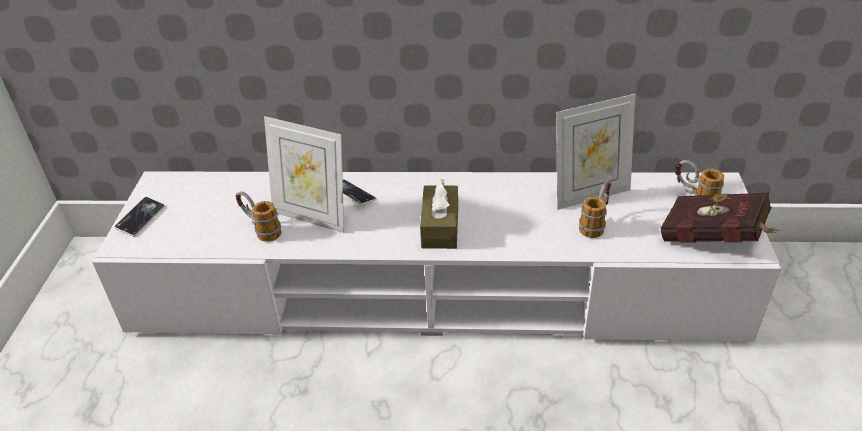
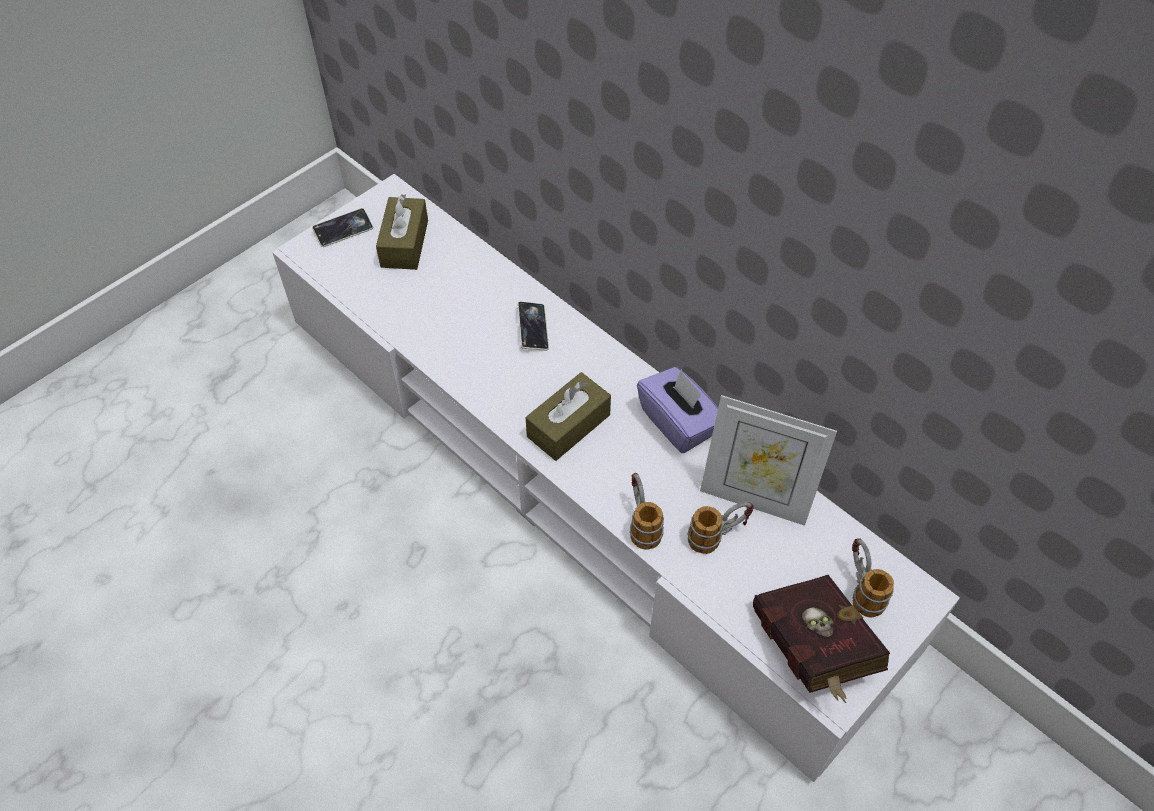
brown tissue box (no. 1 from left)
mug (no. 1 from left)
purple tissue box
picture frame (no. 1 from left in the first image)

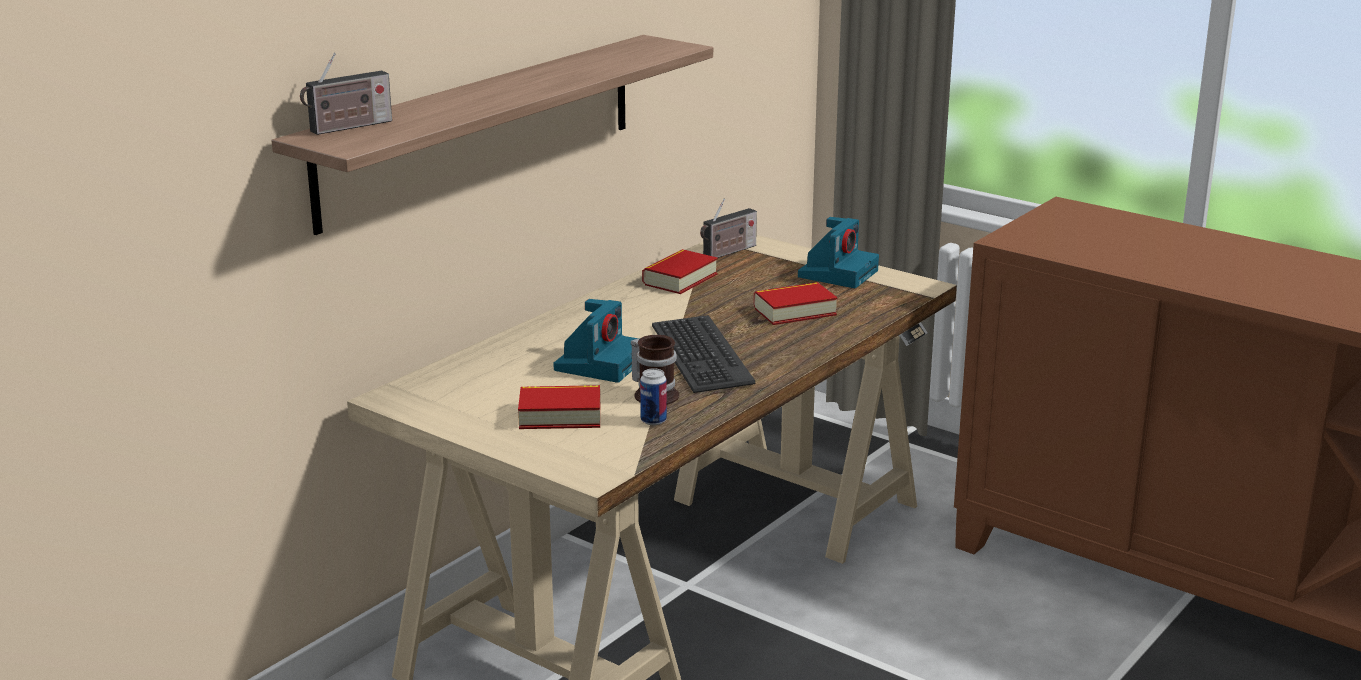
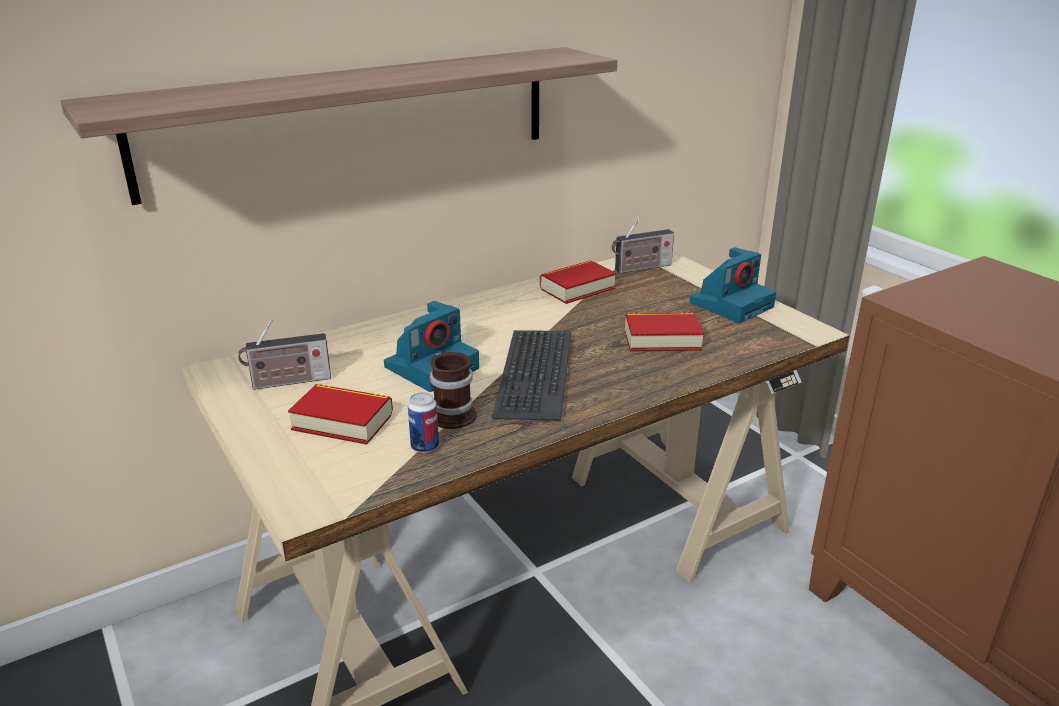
radio (no. 1 from left)

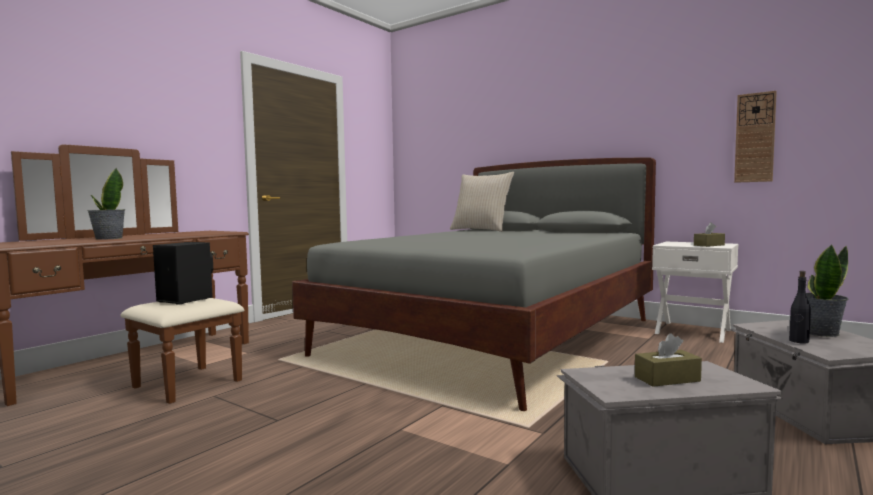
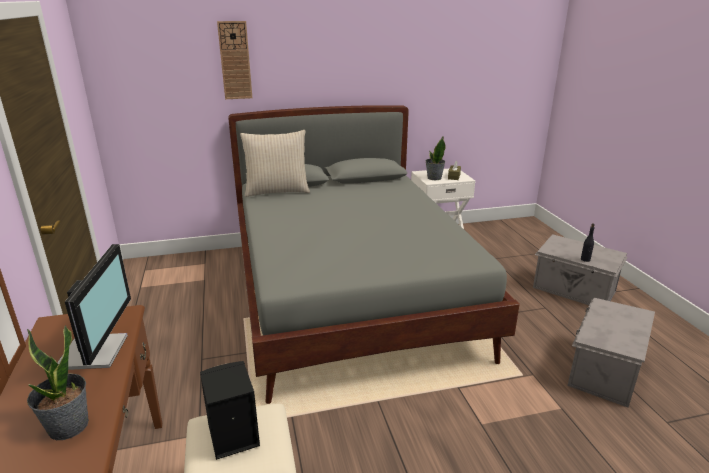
monitor
wall clock
potted plant (no. 2 from left)
brown tissue box (no. 1 from left in the first image)

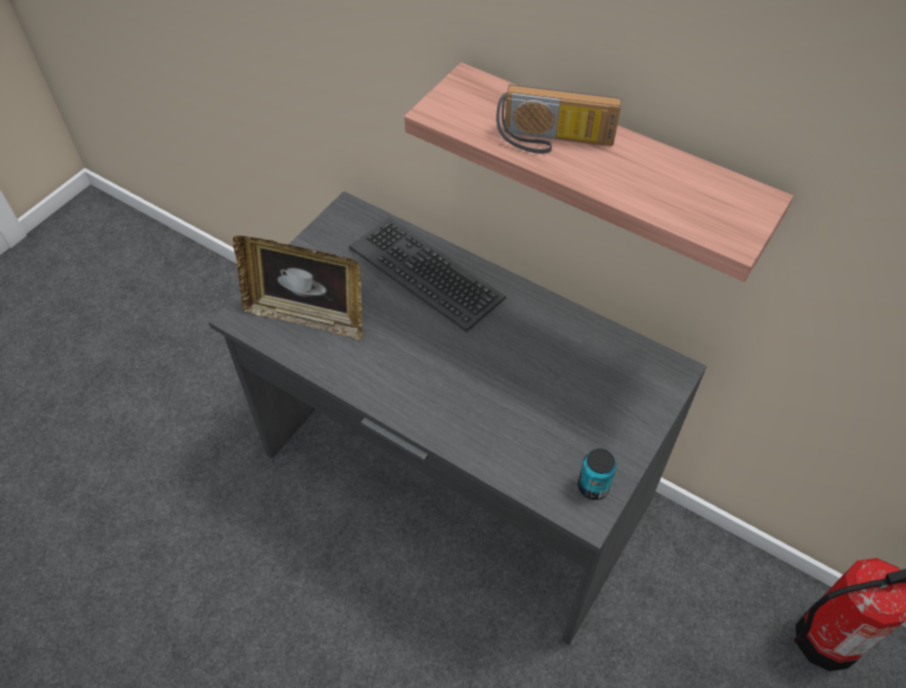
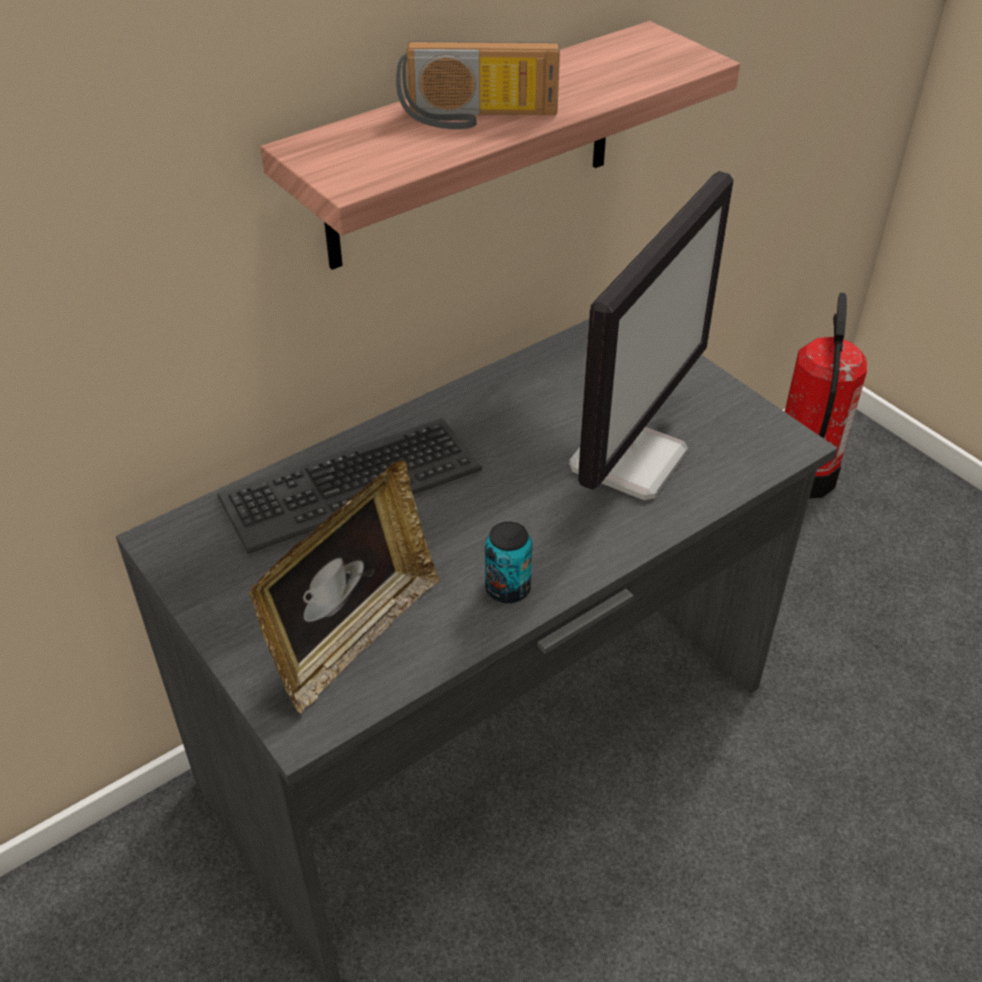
radio
can
monitor

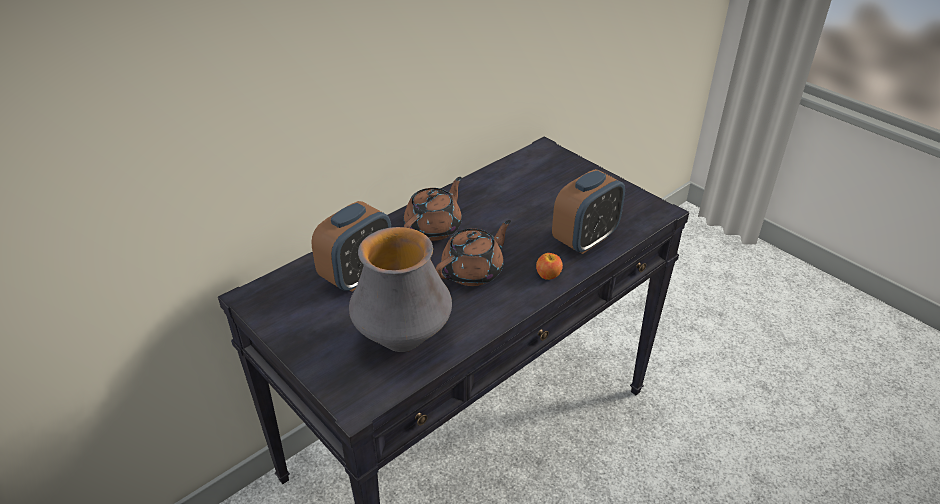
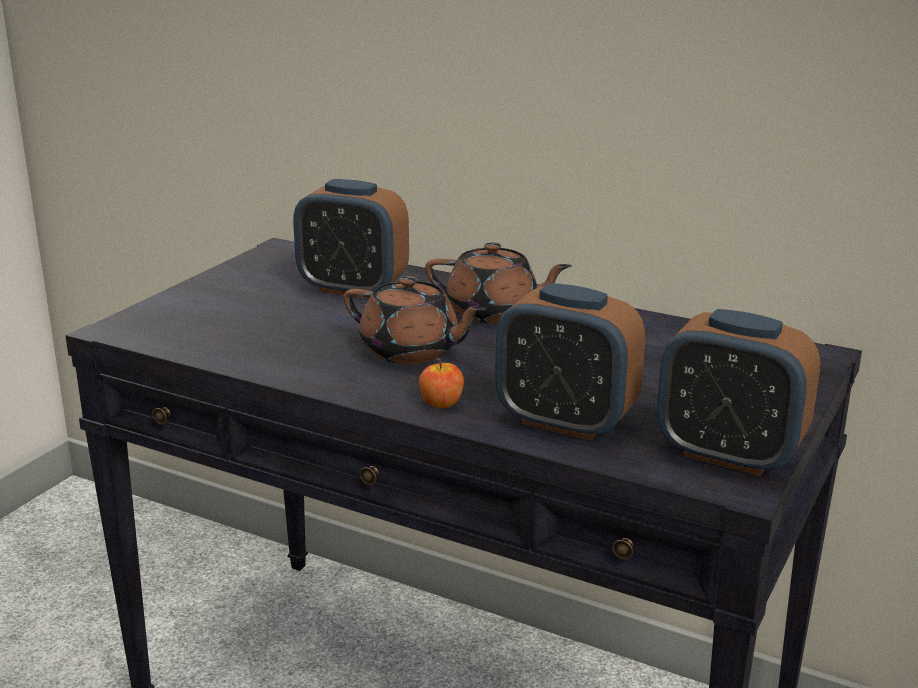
alarm clock (no. 3 from left)
vase

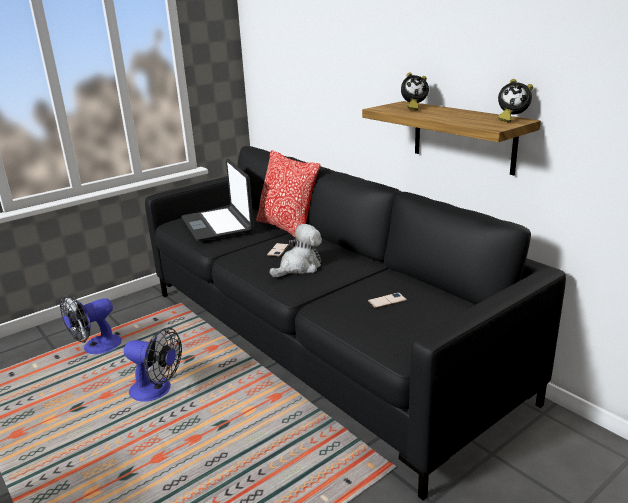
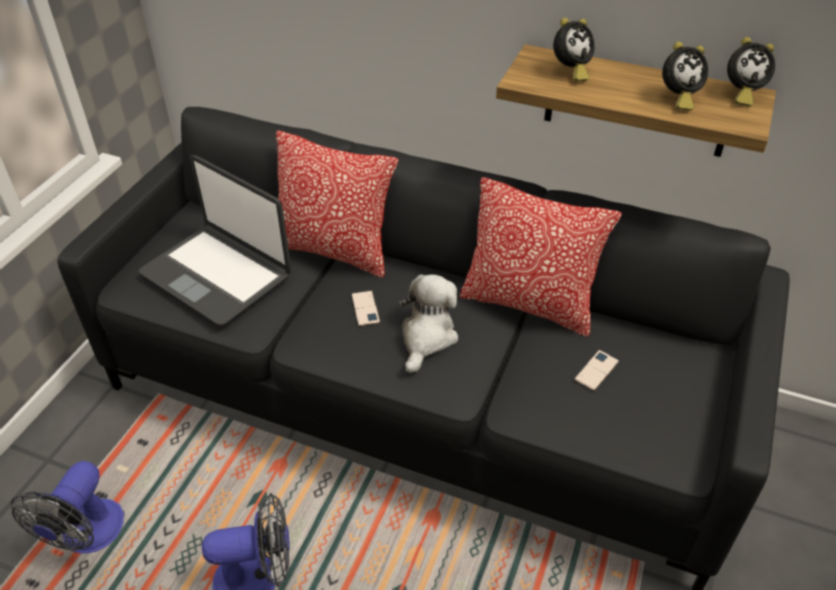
pillow (no. 2 from left)
alarm clock (no. 2 from left)

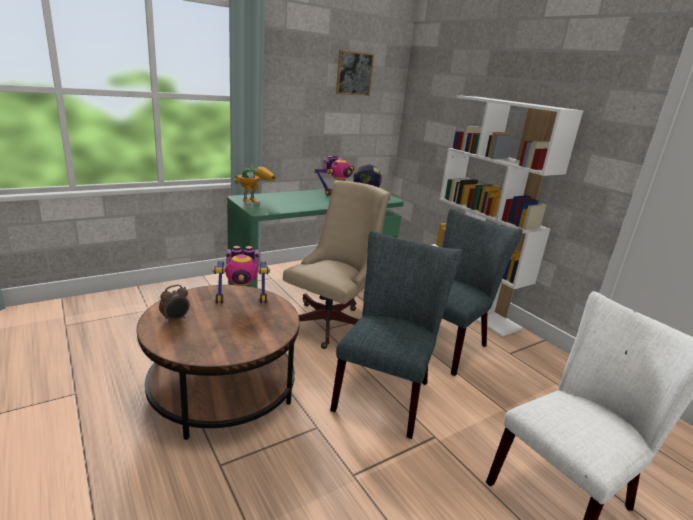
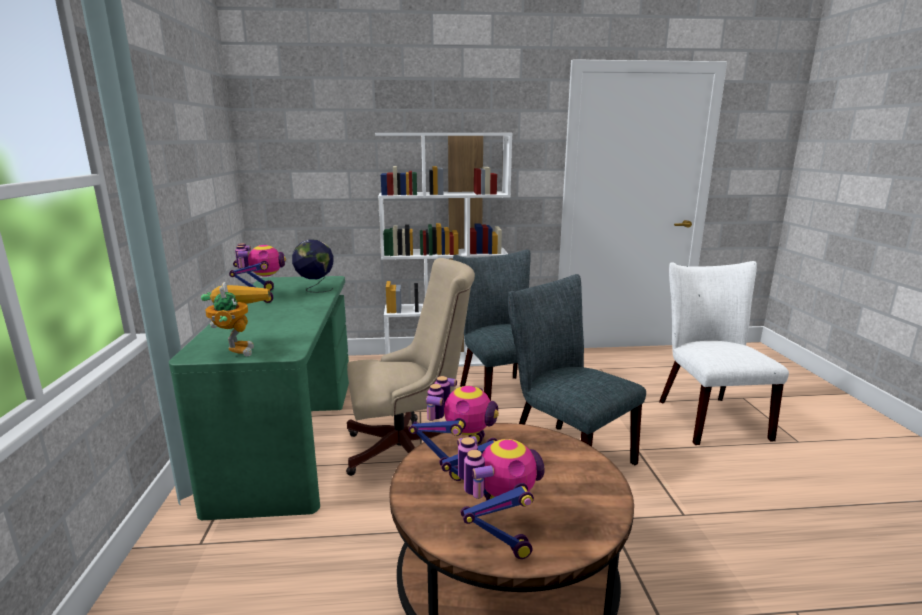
beige office chair
toy robot (no. 4 from left)
picture

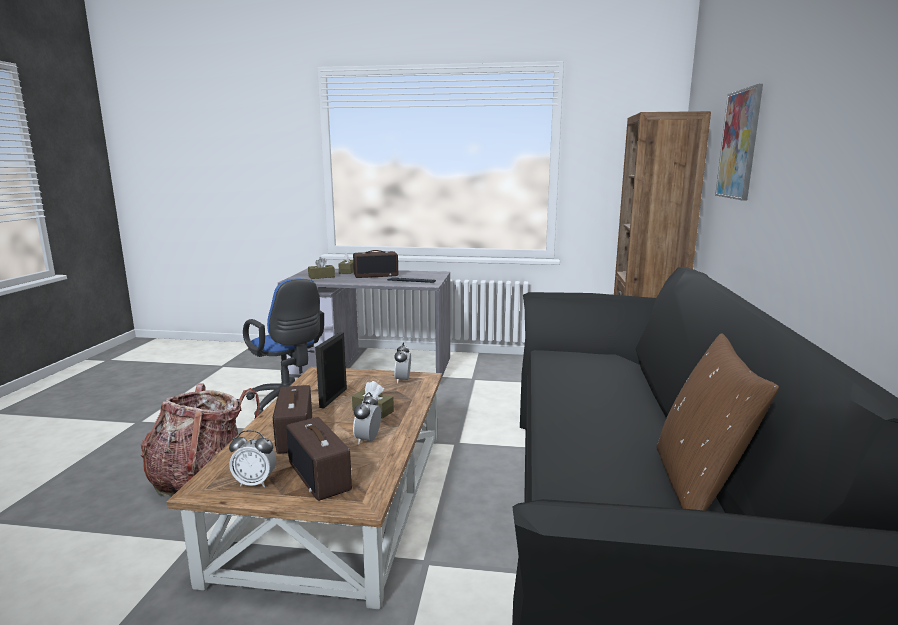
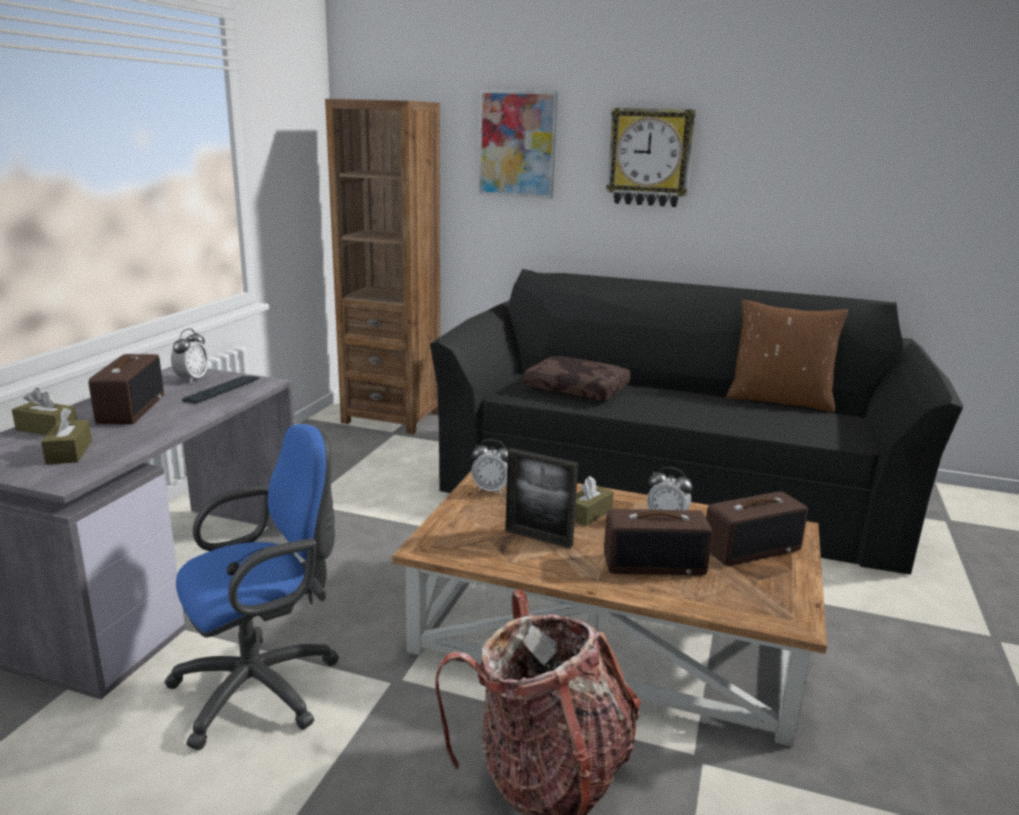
alarm clock (no. 1 from left)
brown pillow (no. 1 from left)
wall clock

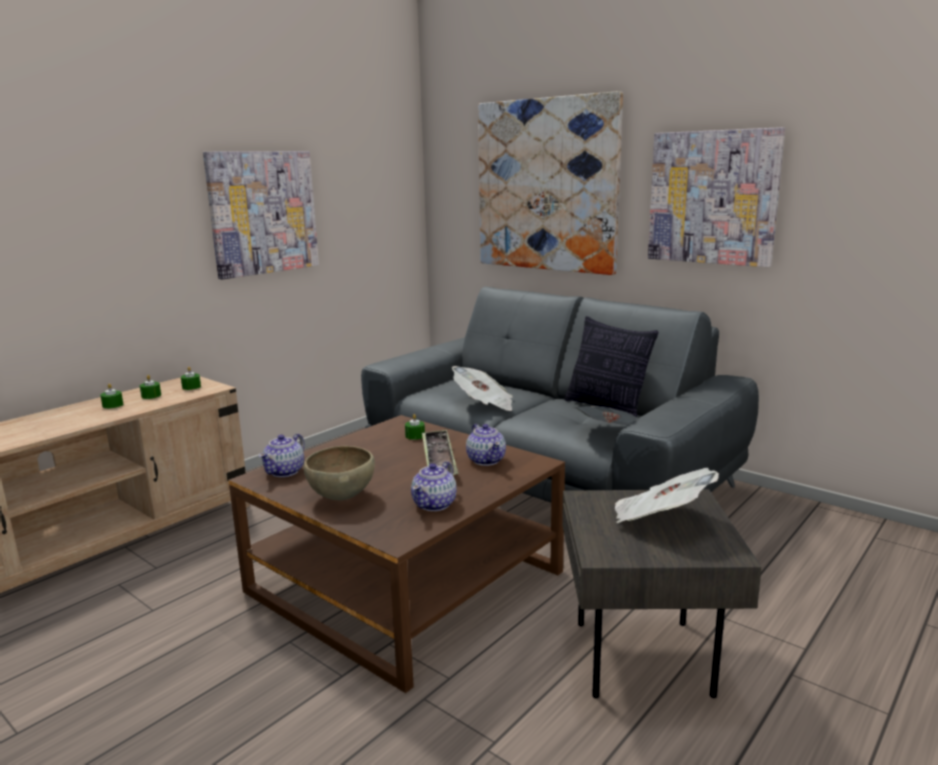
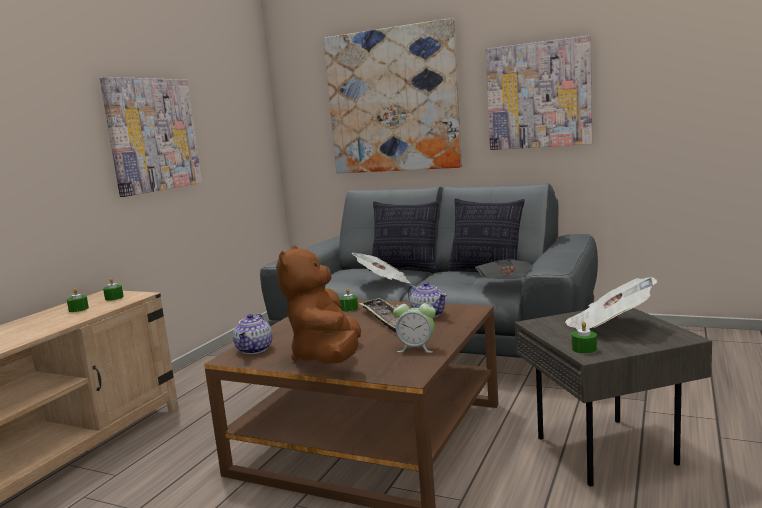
brown plush toy
pillow (no. 1 from left)
alarm clock
green candle (no. 4 from left)

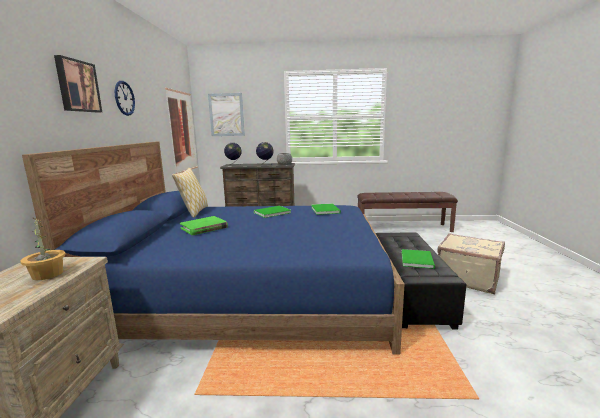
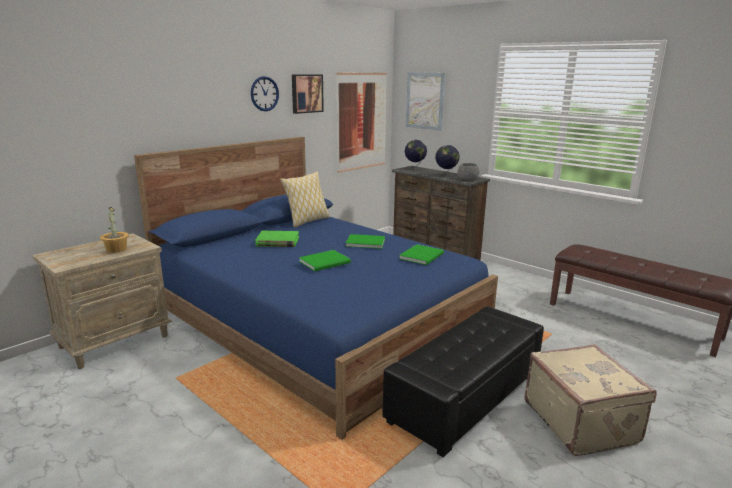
picture (no. 1 from left)
green book (no. 2 from left)

